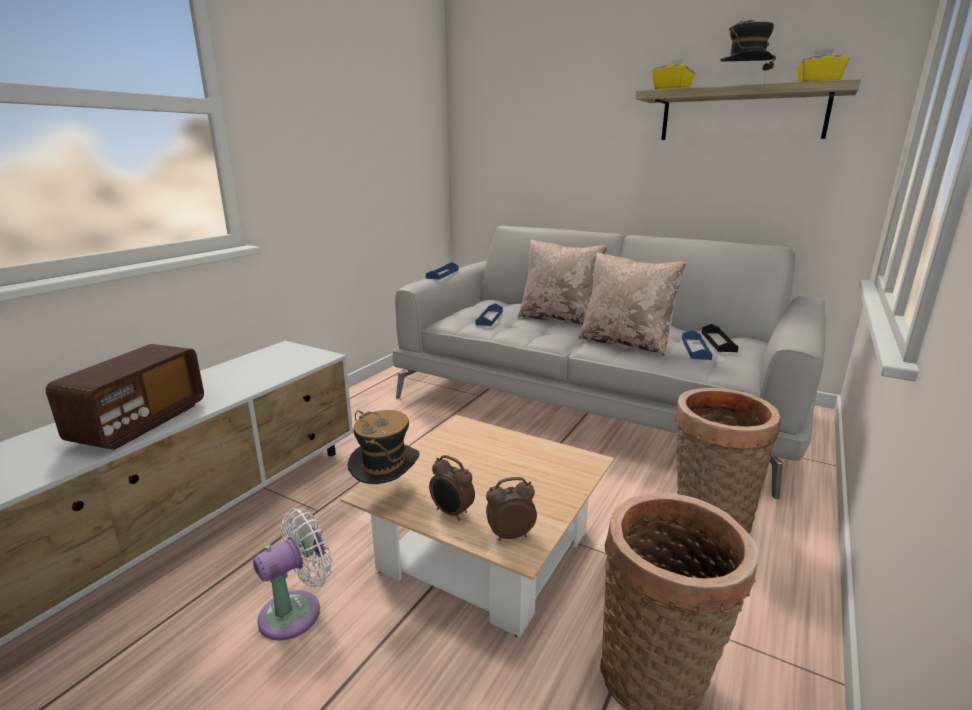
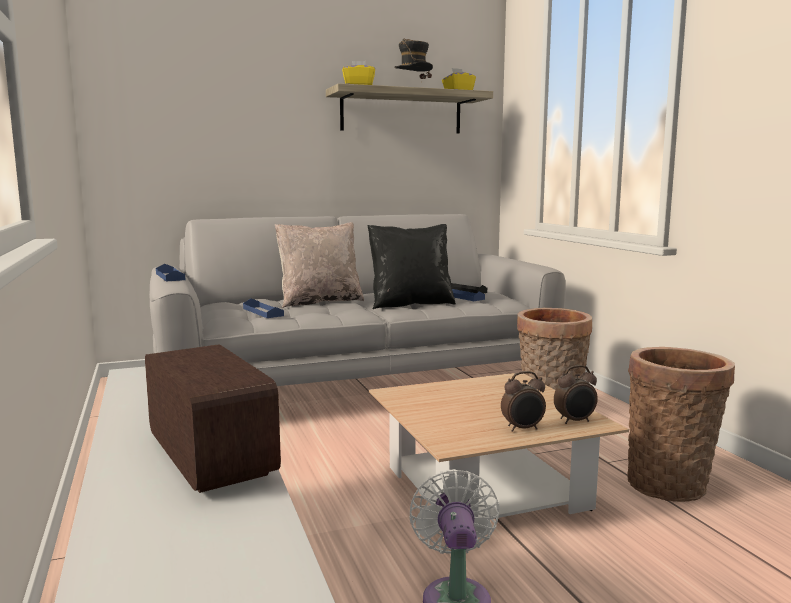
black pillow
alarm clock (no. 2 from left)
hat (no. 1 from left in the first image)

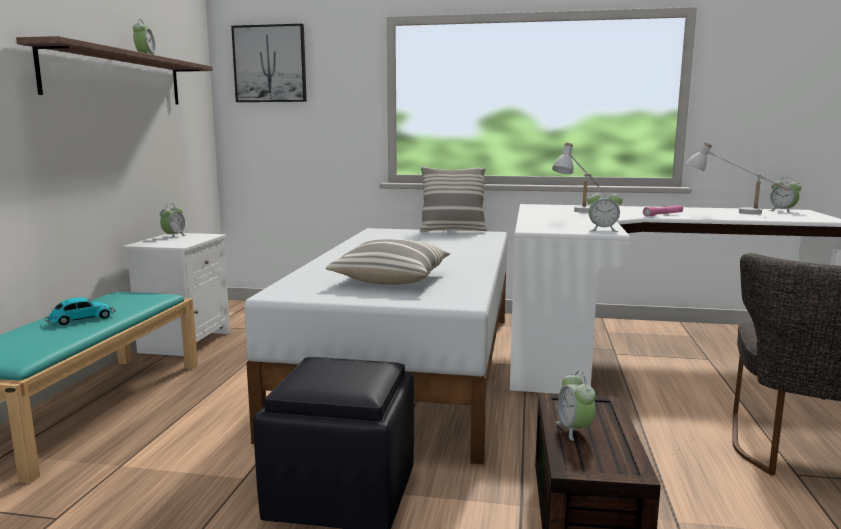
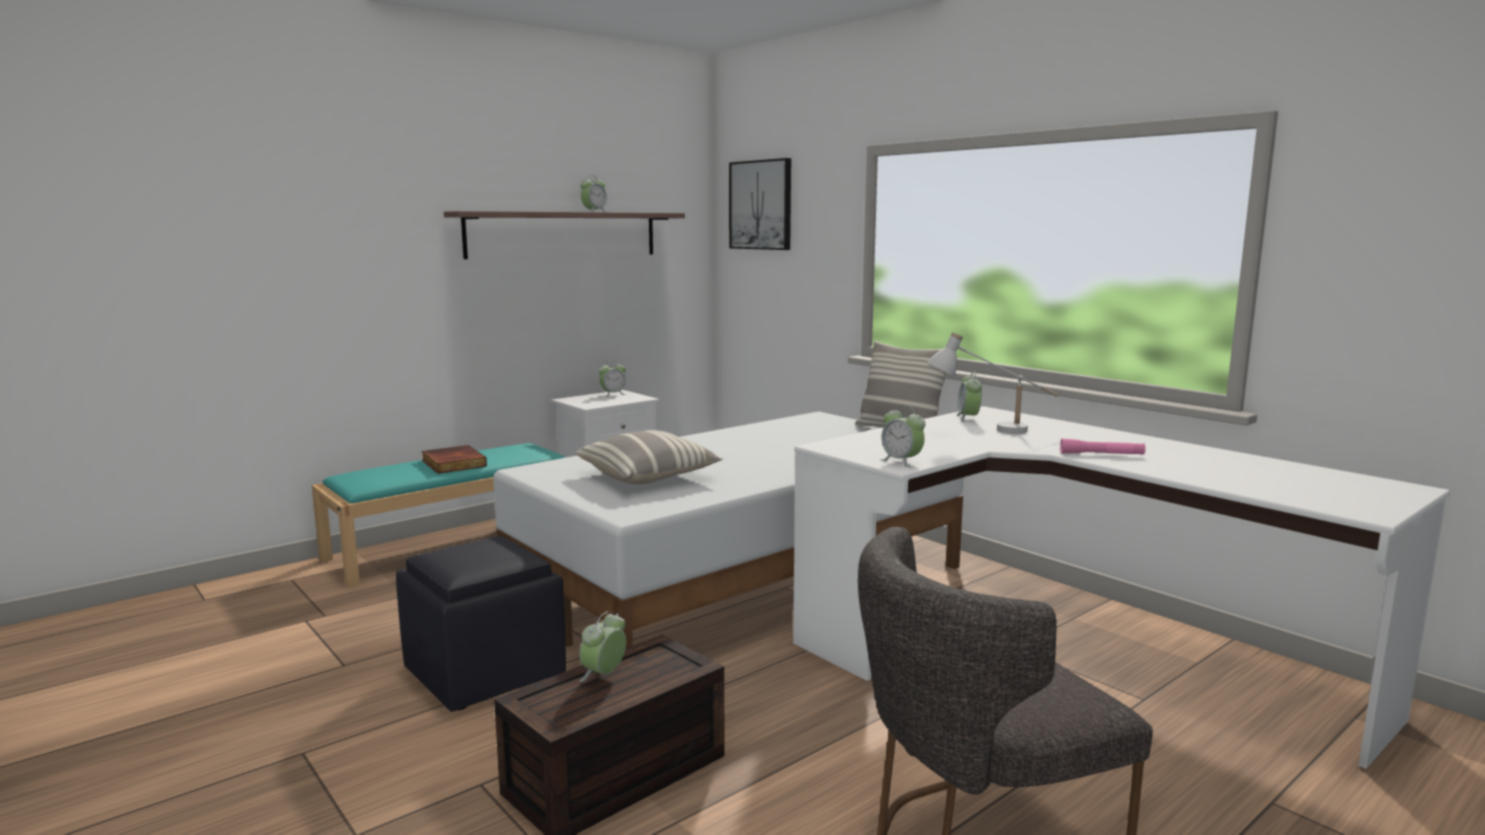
book
alarm clock (no. 5 from left)
white table lamp (no. 2 from left in the first image)

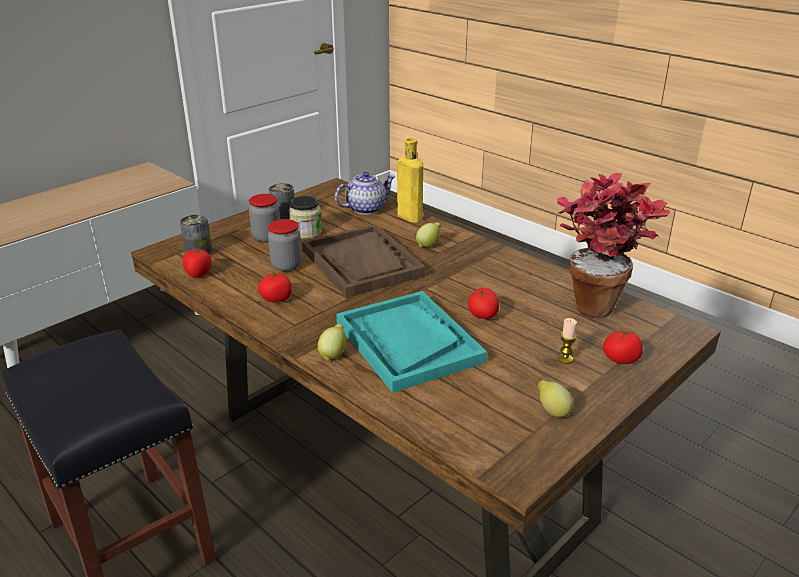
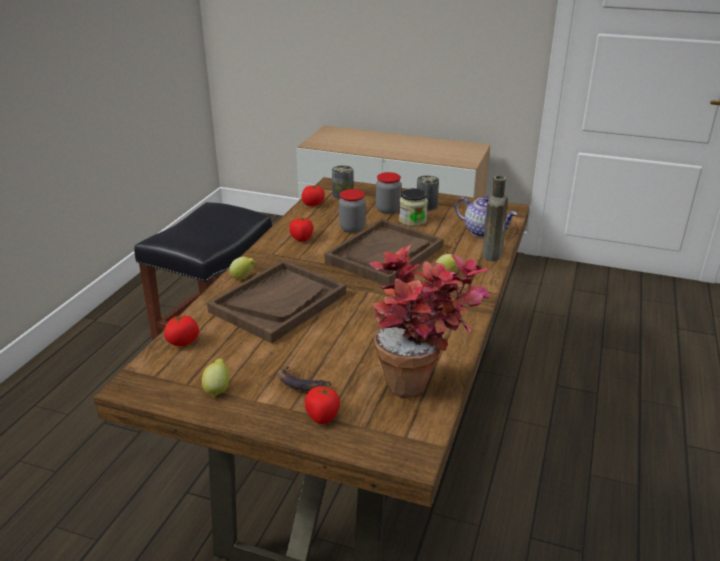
tomato (no. 1 from left)
brown tray (no. 1 from left)
banana
brown bottle

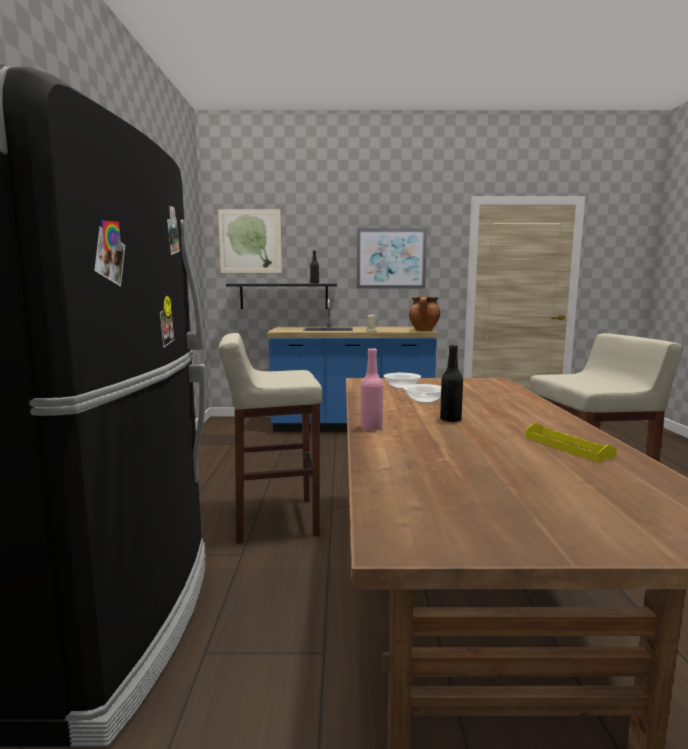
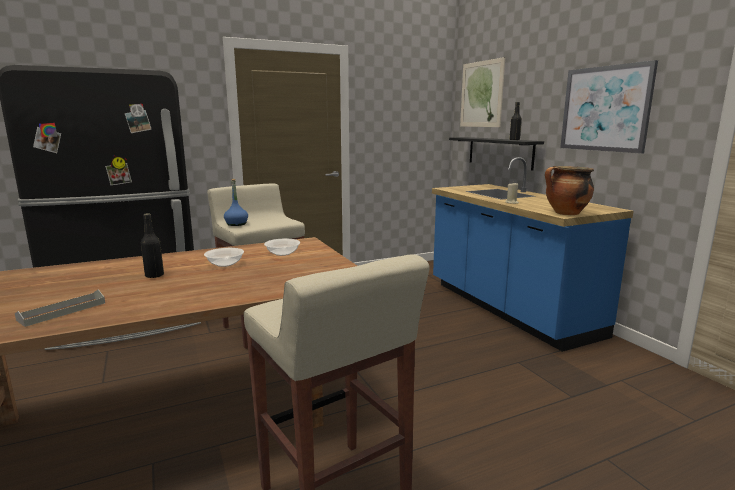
grey tray
blue bottle
pink bottle

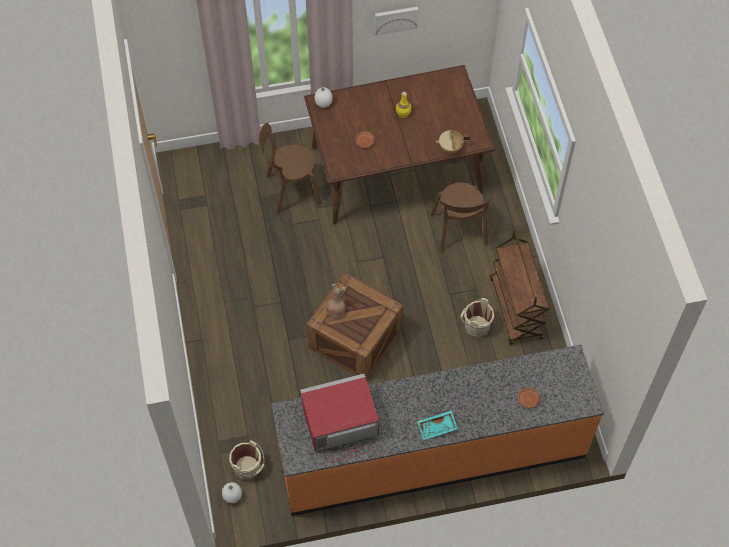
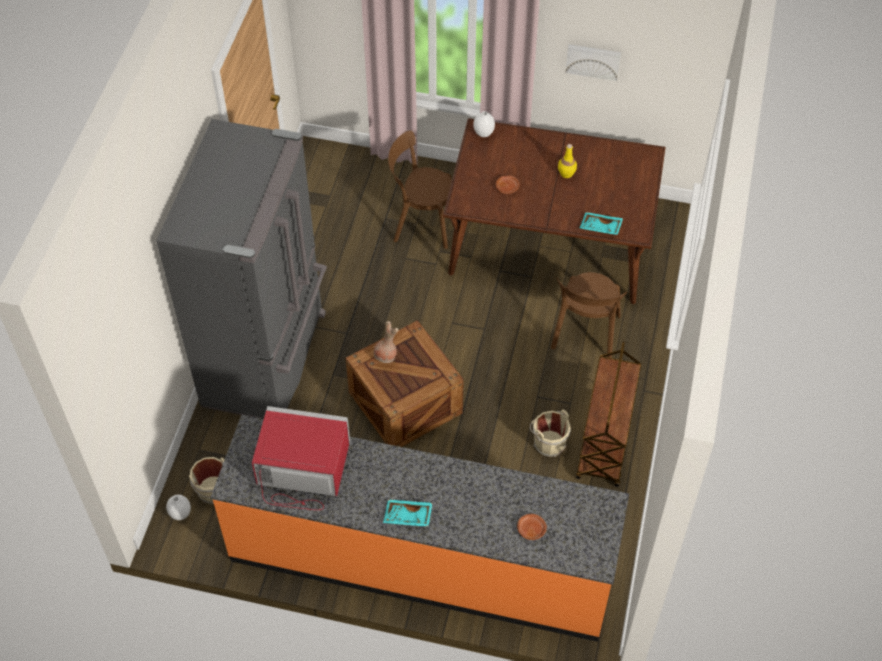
grey fridge
turquoise tray (no. 2 from left)

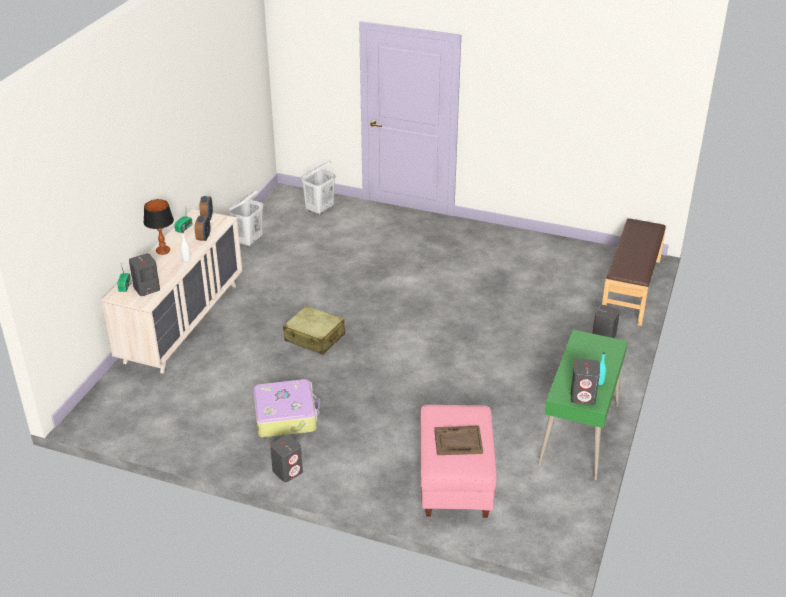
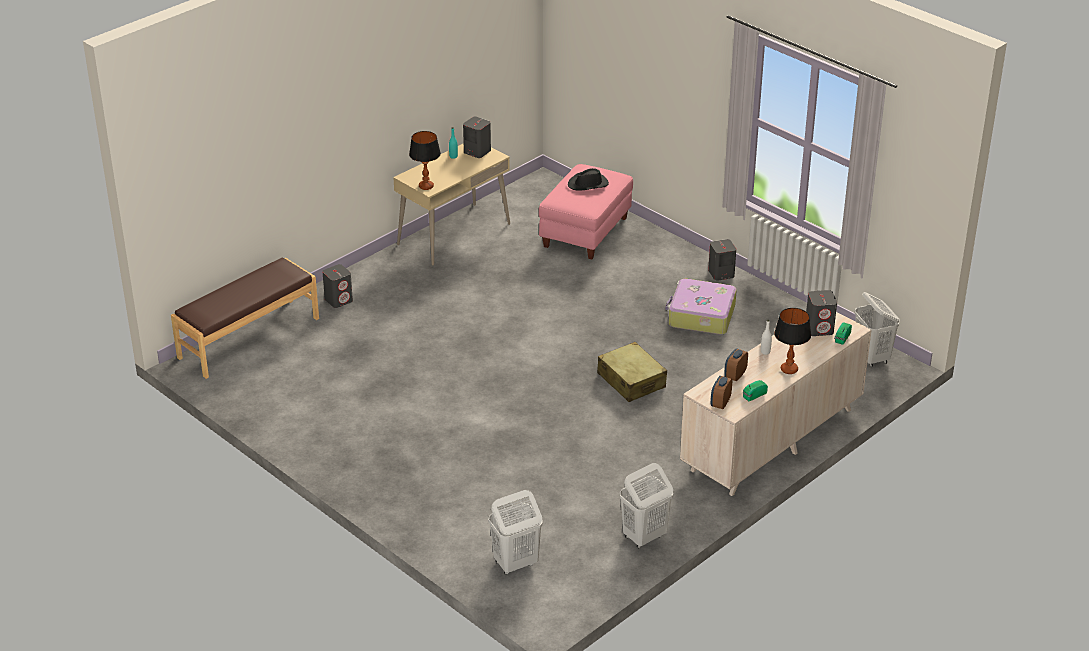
beige desk
table lamp (no. 1 from left)
black hat
white laundry basket (no. 3 from left)

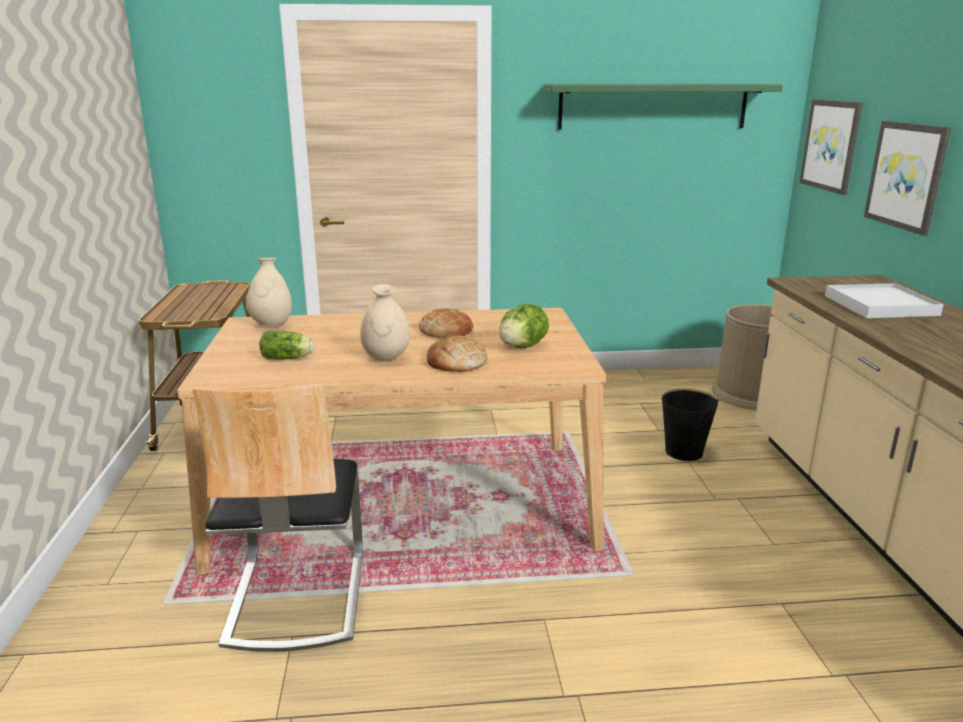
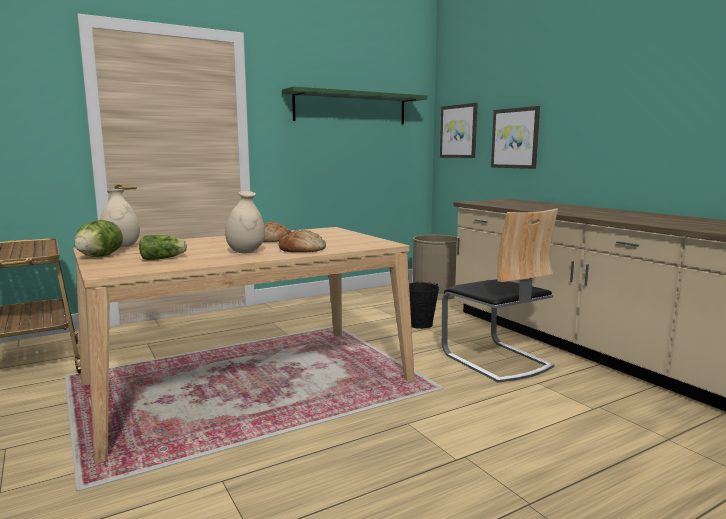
lettuce (no. 1 from left)
chair
white tray

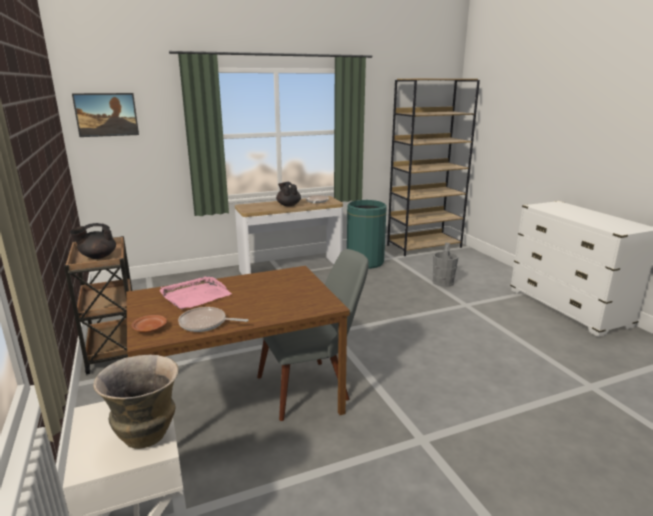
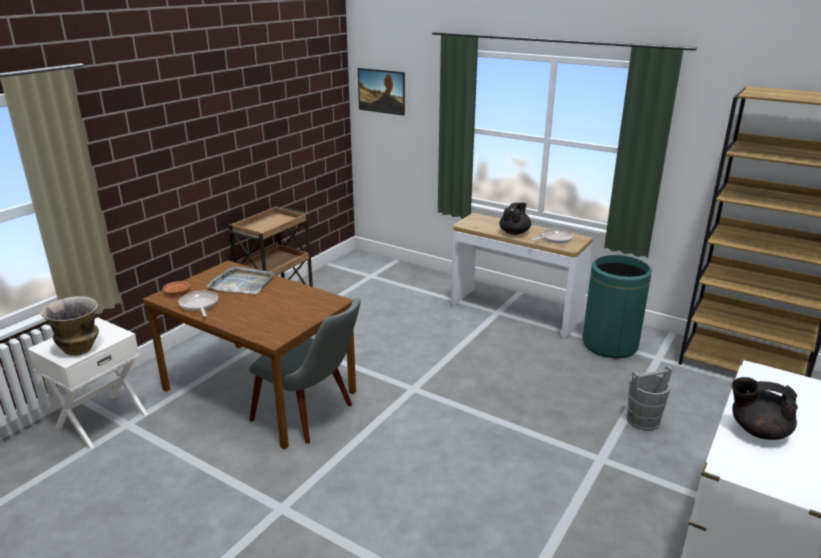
grey tray
black teapot (no. 2 from left)

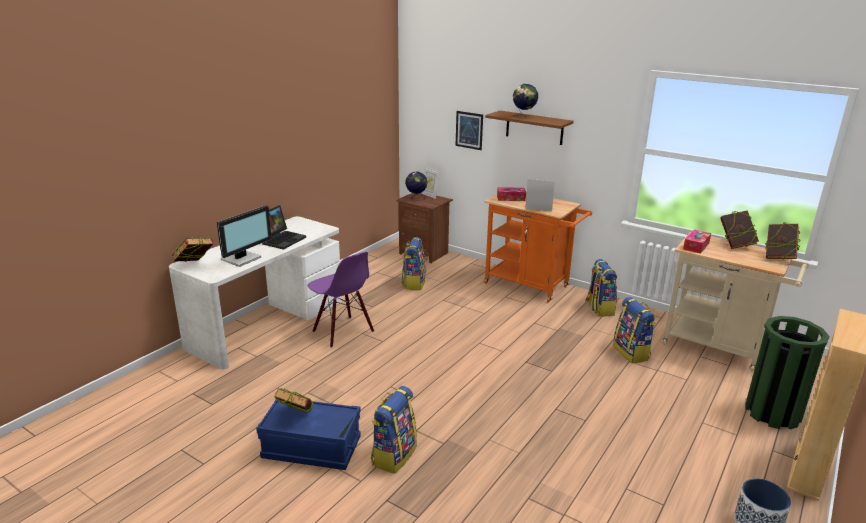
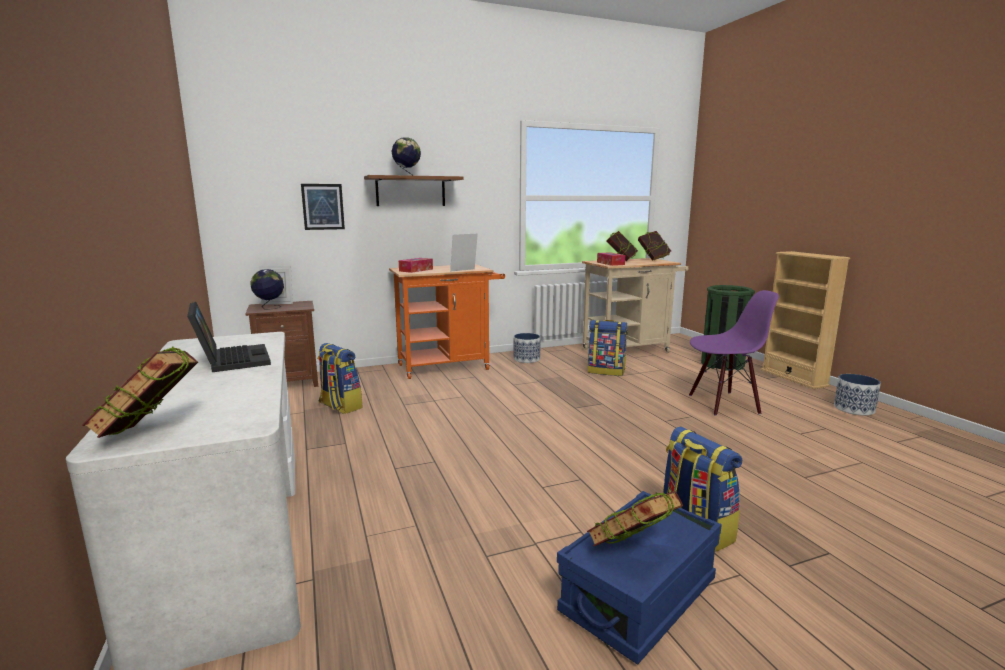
planter (no. 1 from left)
purple chair
monitor

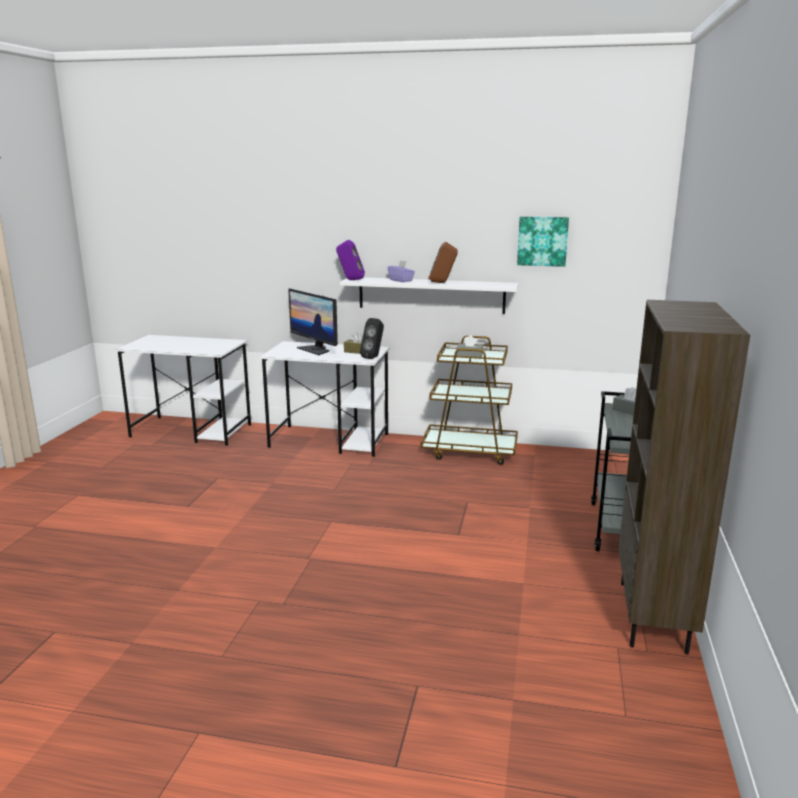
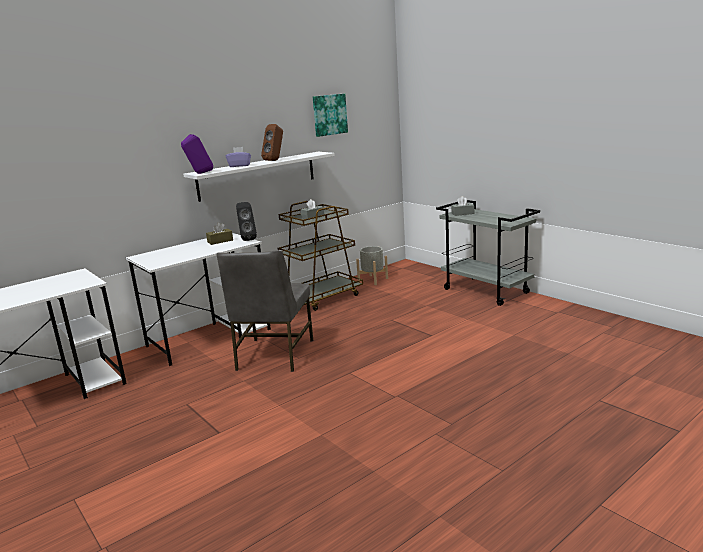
grey chair
grey planter
monitor
brown bookcase

